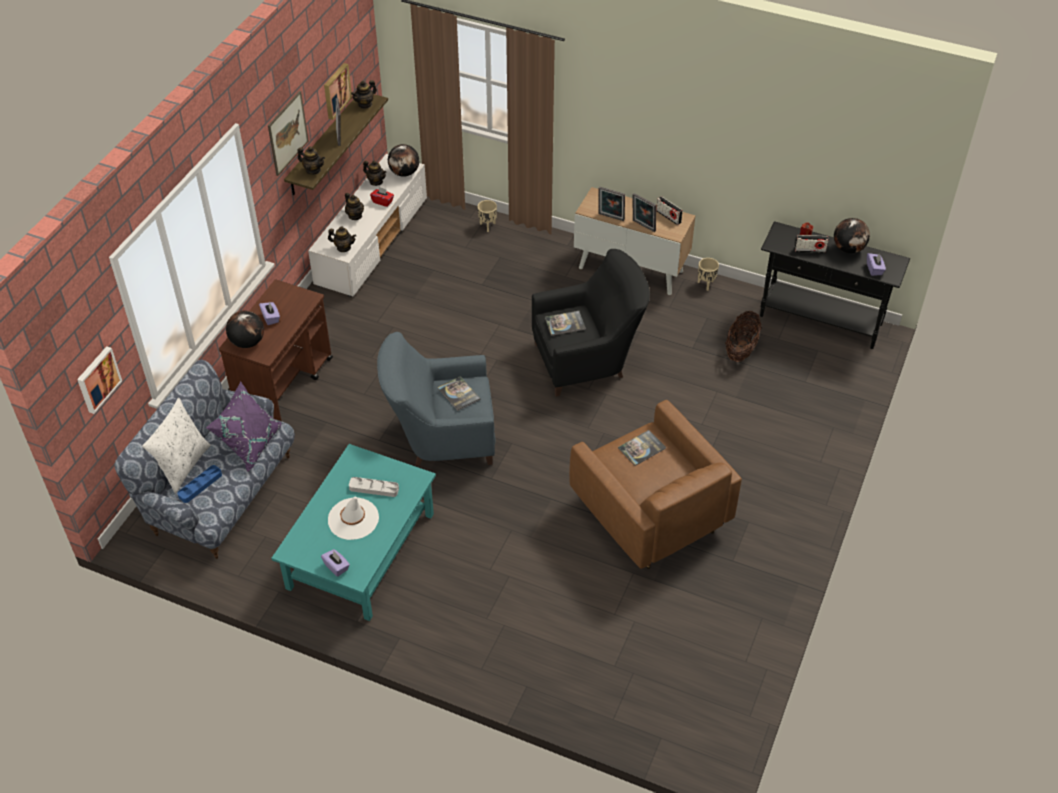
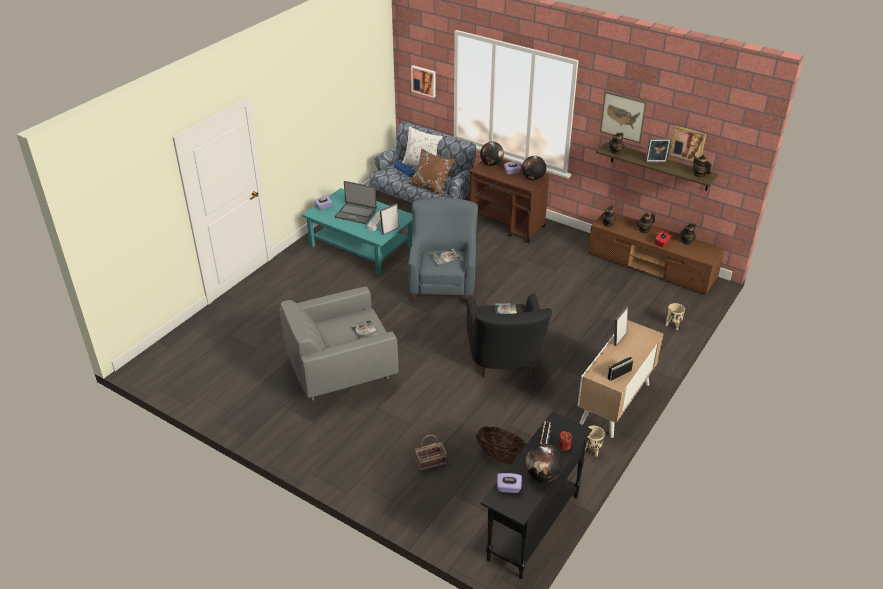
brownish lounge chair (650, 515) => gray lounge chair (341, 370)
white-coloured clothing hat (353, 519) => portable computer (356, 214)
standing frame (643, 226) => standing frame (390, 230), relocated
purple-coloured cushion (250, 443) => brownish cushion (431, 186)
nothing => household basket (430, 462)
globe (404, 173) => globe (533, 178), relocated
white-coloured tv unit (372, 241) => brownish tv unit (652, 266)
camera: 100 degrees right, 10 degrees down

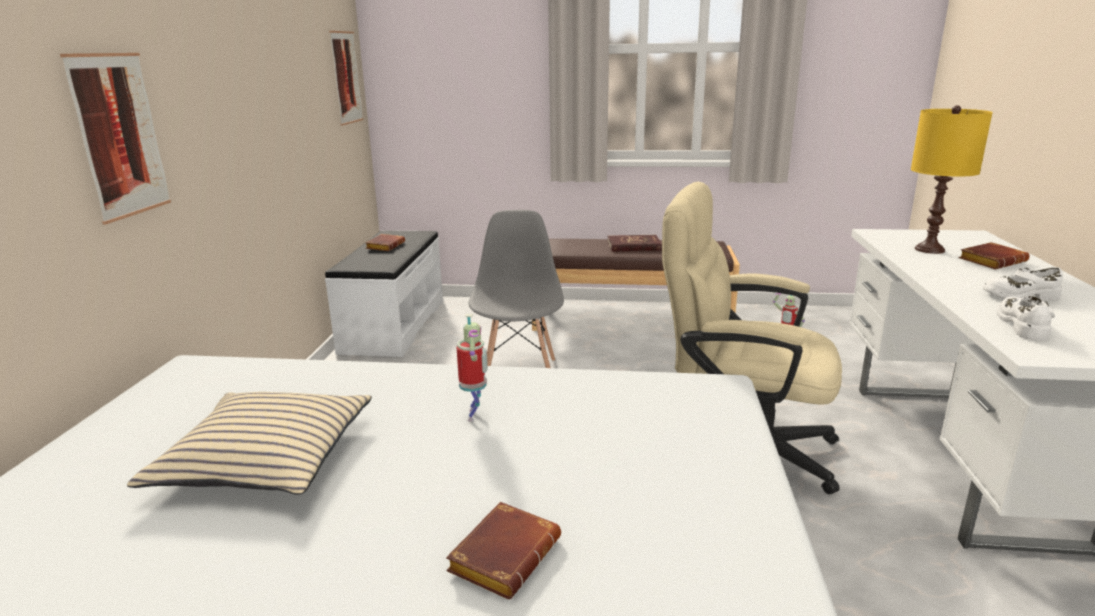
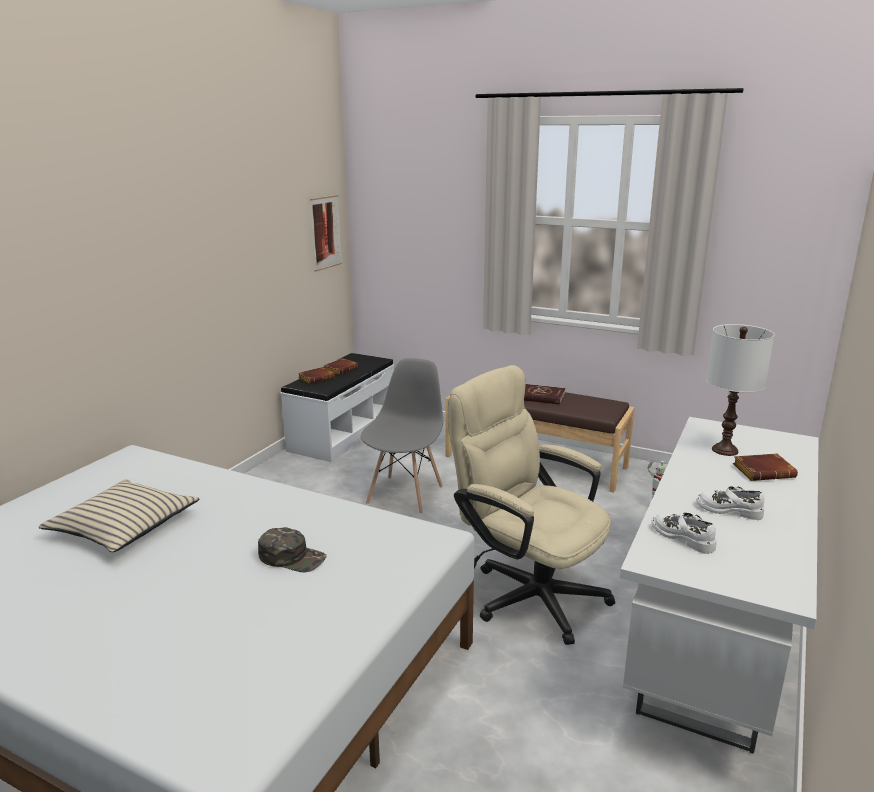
nothing => green cap (292, 557)
brownish volume (504, 554) => brownish volume (316, 378), relocated
white-coloured item of footwear (1023, 325) => white-coloured item of footwear (683, 537), 75 degrees counterclockwise
yellow-coloured tabletop lamp (930, 249) => white-coloured tabletop lamp (725, 450)
picture (119, 136) => nothing
robot figure (475, 415) => nothing
camera: 20 degrees right, 0 degrees up

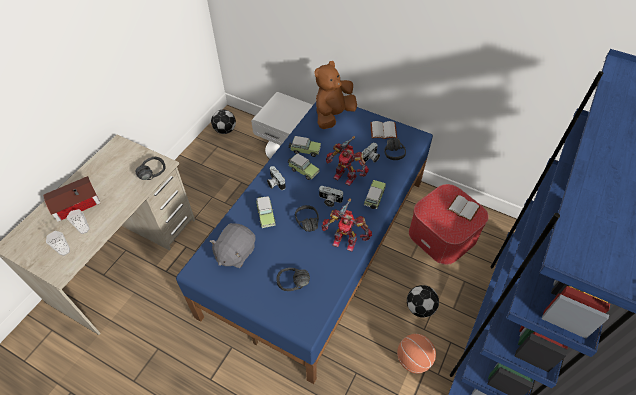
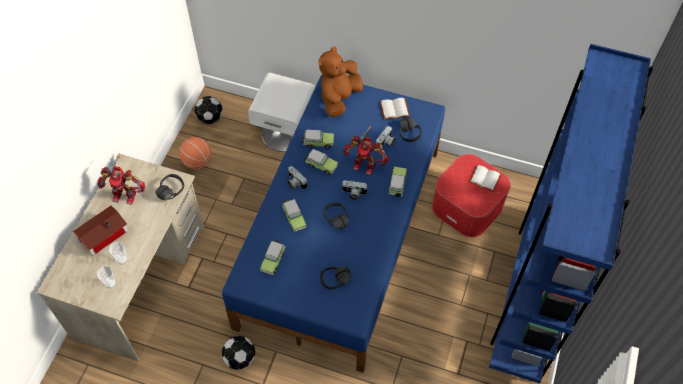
robot figure (345, 240) => robot figure (125, 194), relocated
basketball (413, 359) => basketball (197, 161), relocated
football (420, 307) => football (240, 358), relocated
gray cuddly toy (235, 253) => miniature car (273, 260)
camera: 10 degrees left, 5 degrees up

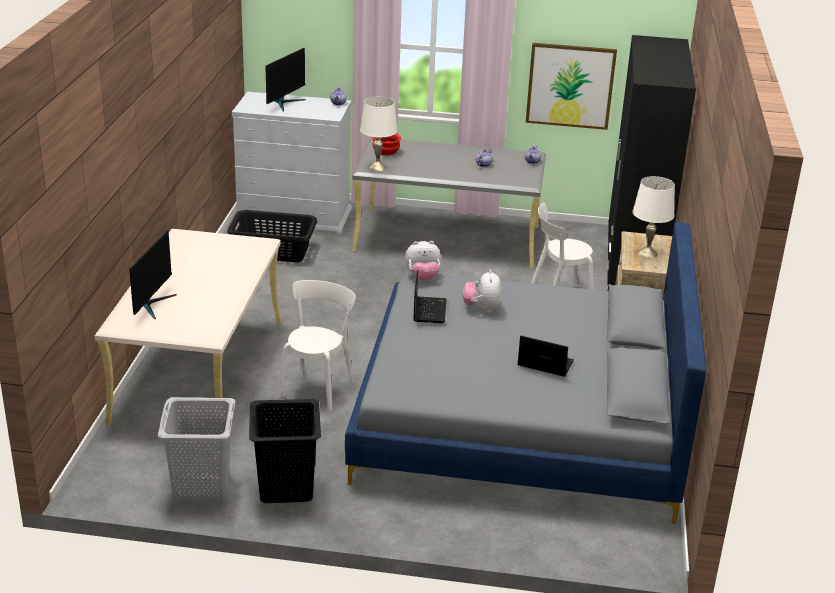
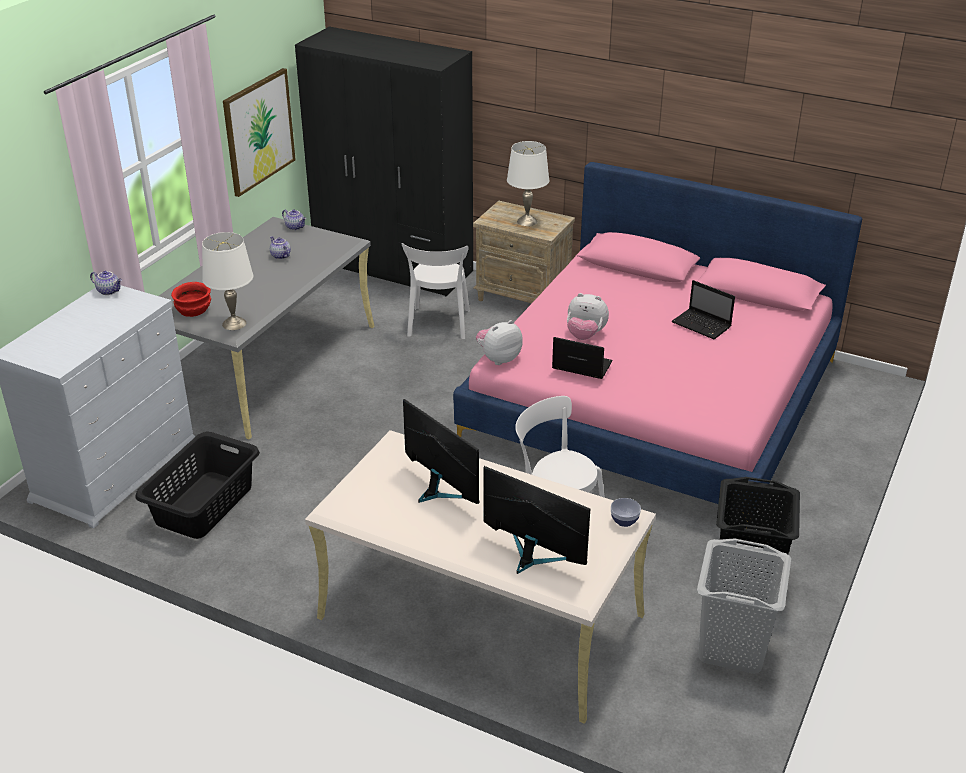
computer screen (285, 103) => computer screen (439, 490), relocated
gray bed (520, 416) => pinkish bed (654, 400)
cuddly toy (422, 278) => cuddly toy (498, 358), 135 degrees counterclockwise
nothing => deep dish (624, 521)
portable computer (544, 364) => portable computer (702, 325), 90 degrees counterclockwise
camera: 70 degrees left, 5 degrees up

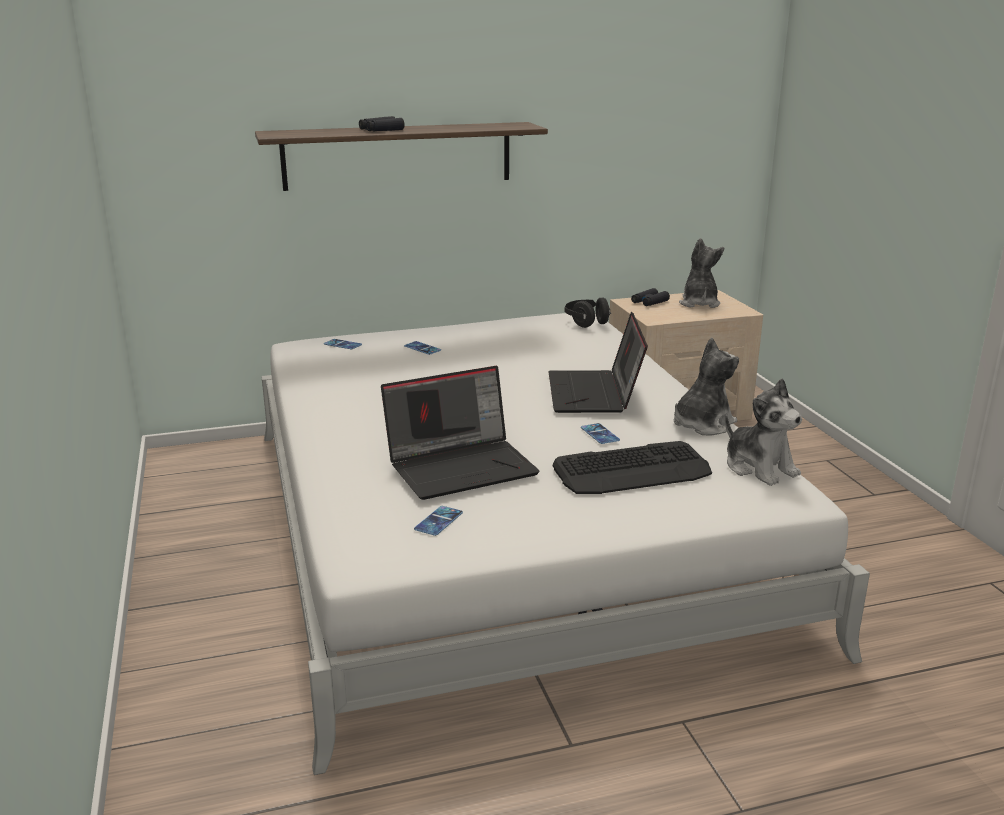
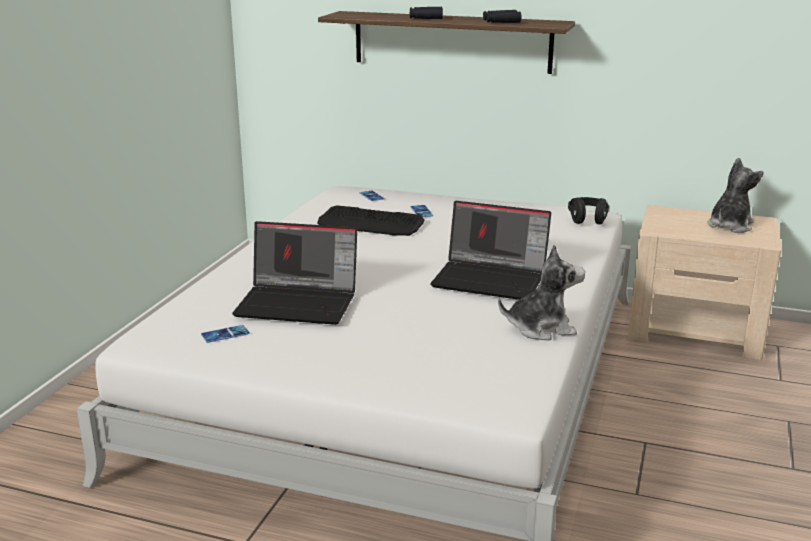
computer keyboard (632, 470) => computer keyboard (370, 223), relocated
portable computer (595, 394) => portable computer (491, 279), 105 degrees counterclockwise
black pair of binoculars (649, 302) => black pair of binoculars (501, 21), relocated
telephone (600, 434) => nothing
cuddly toy (759, 467) => nothing
camera: 35 degrees right, 0 degrees up

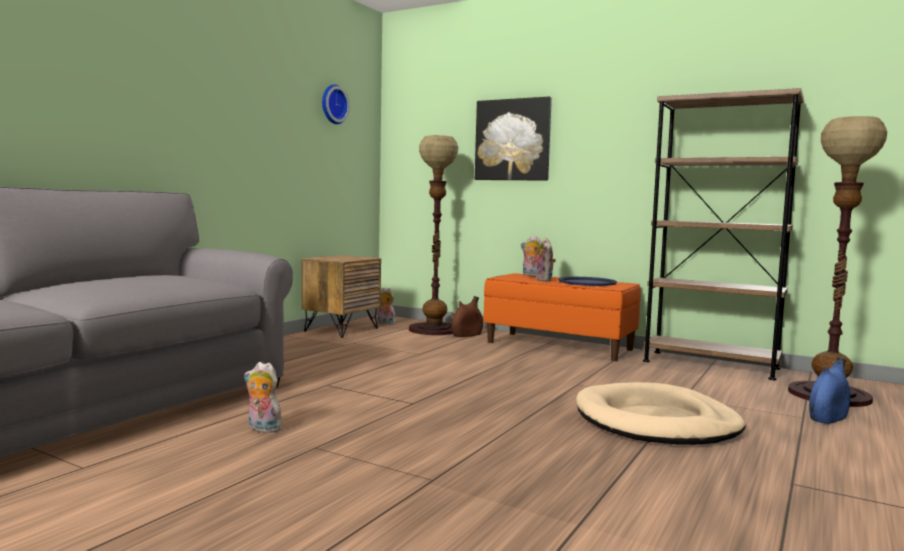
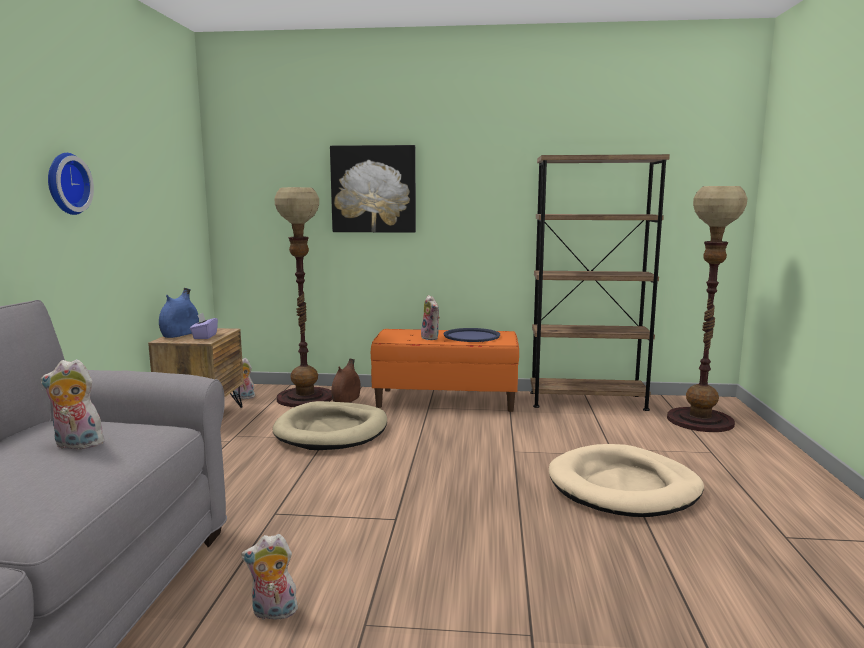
cuddly toy (531, 275) => cuddly toy (76, 445), relocated
clock on the wall (332, 104) => clock on the wall (65, 184), relocated
bluish decorative vase (828, 418) => bluish decorative vase (180, 334), relocated
nothing => purple-coloured tissue box (204, 336)
nothing => beige-coloured dog bed (332, 431)
camera: 25 degrees left, 5 degrees up

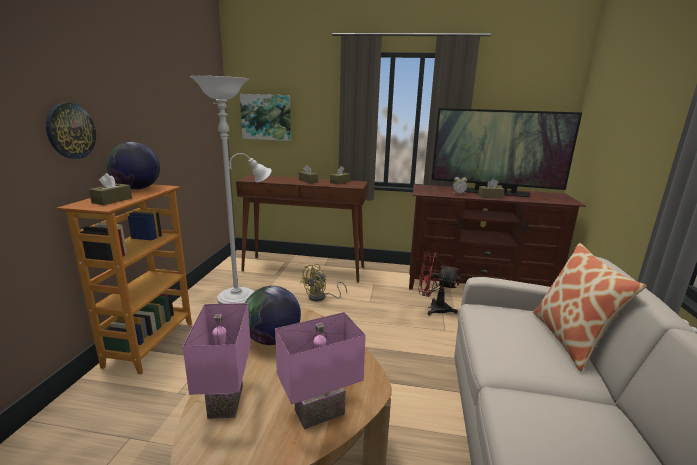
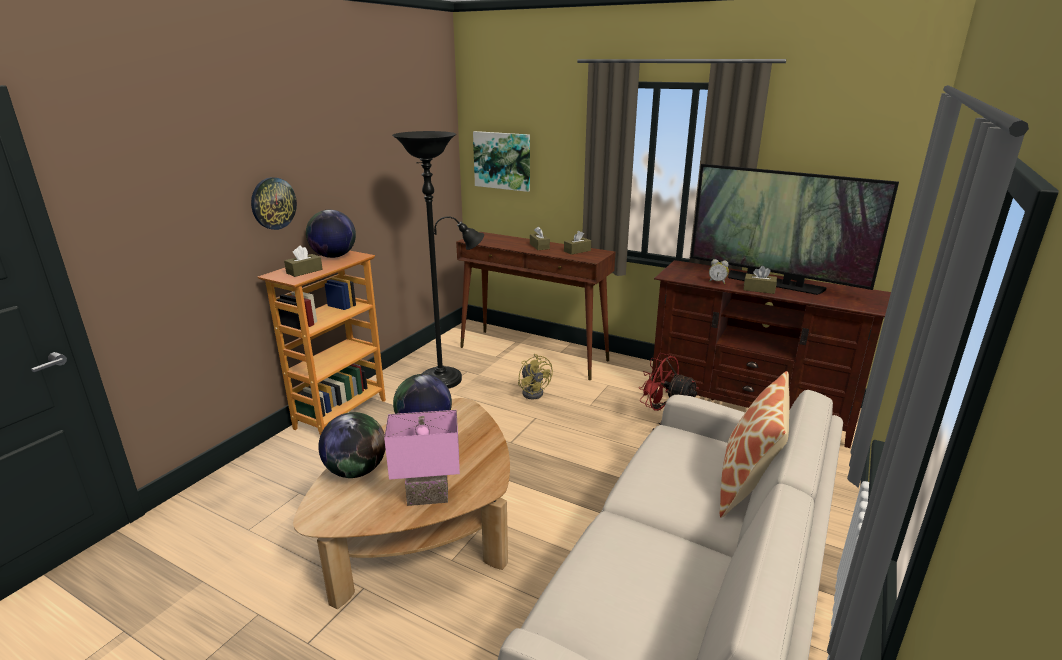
pinkish tabletop lamp (223, 401) => globe (356, 471)
white-coloured standing lamp (241, 297) => black standing lamp (446, 378)
yellow-coloured cooling fan (321, 297) => yellow-coloured cooling fan (534, 392), 90 degrees counterclockwise
camera: 20 degrees right, 5 degrees up

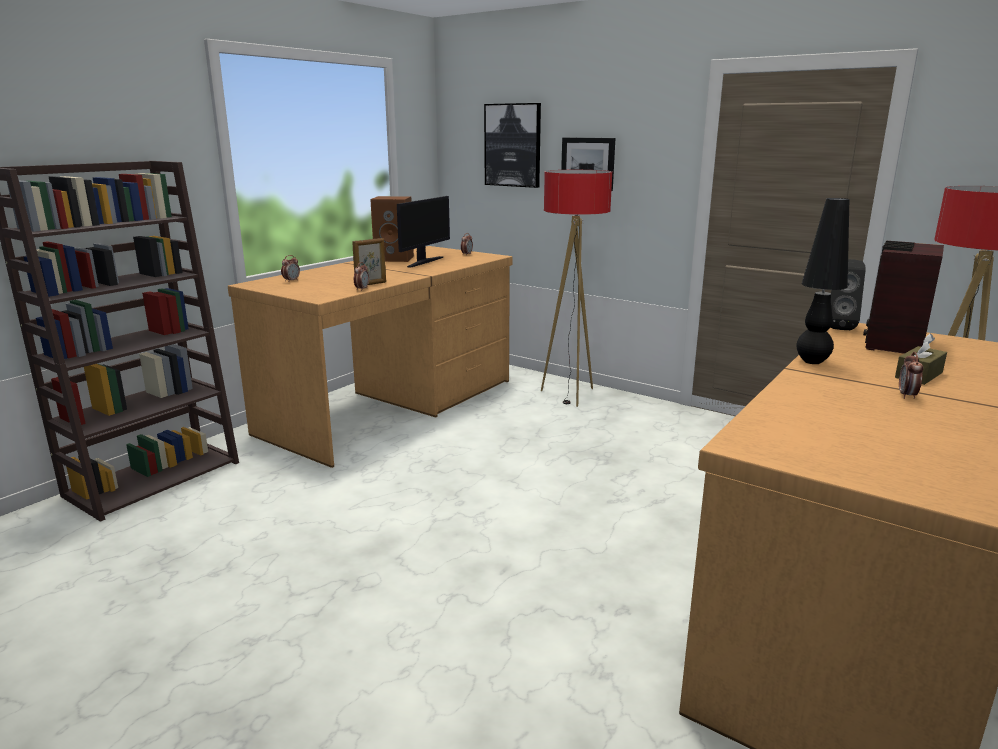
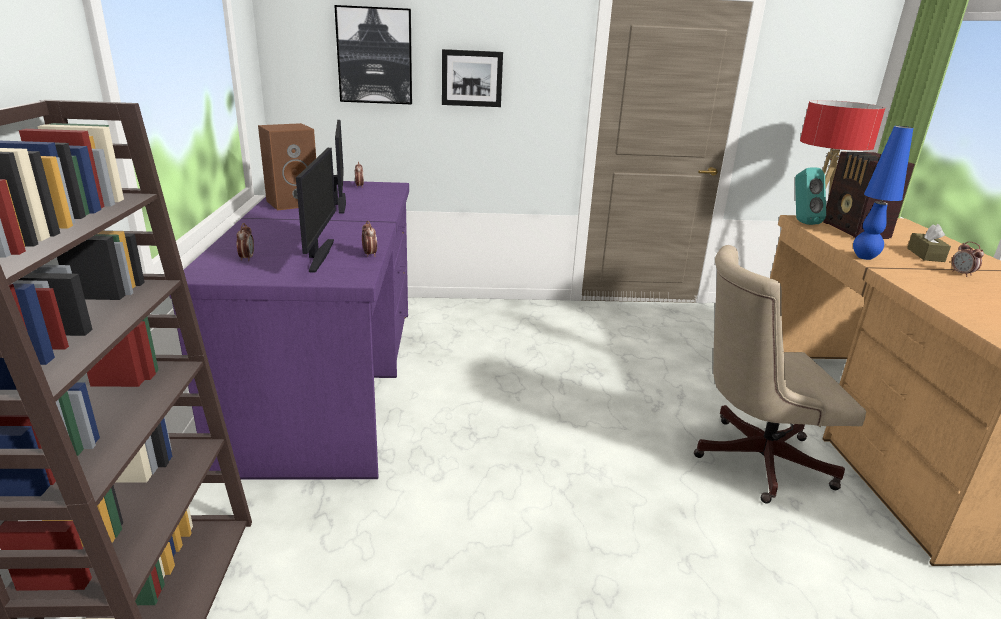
brownish desk table (393, 406) => purple-coloured desk table (332, 379)
nothing => computer screen (319, 255)
nothing => beige-coloured office chair (752, 459)
black loudspeaker (839, 327) => turquoise-coloured loudspeaker (801, 222)
black tabletop lamp (812, 361) => bluish tabletop lamp (864, 257)
standing frame (371, 284) => nothing
standing lamp (570, 395) => nothing
camera: 40 degrees left, 5 degrees up

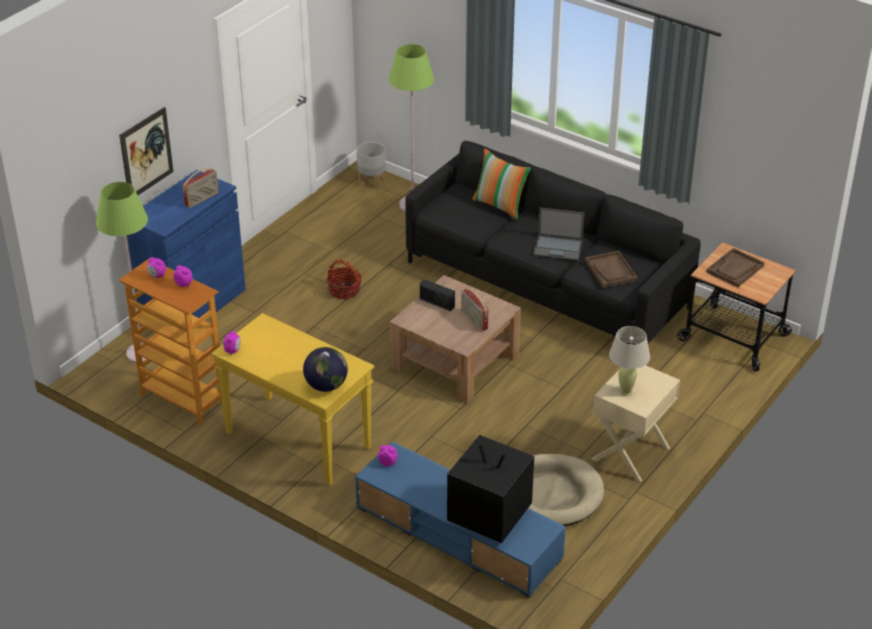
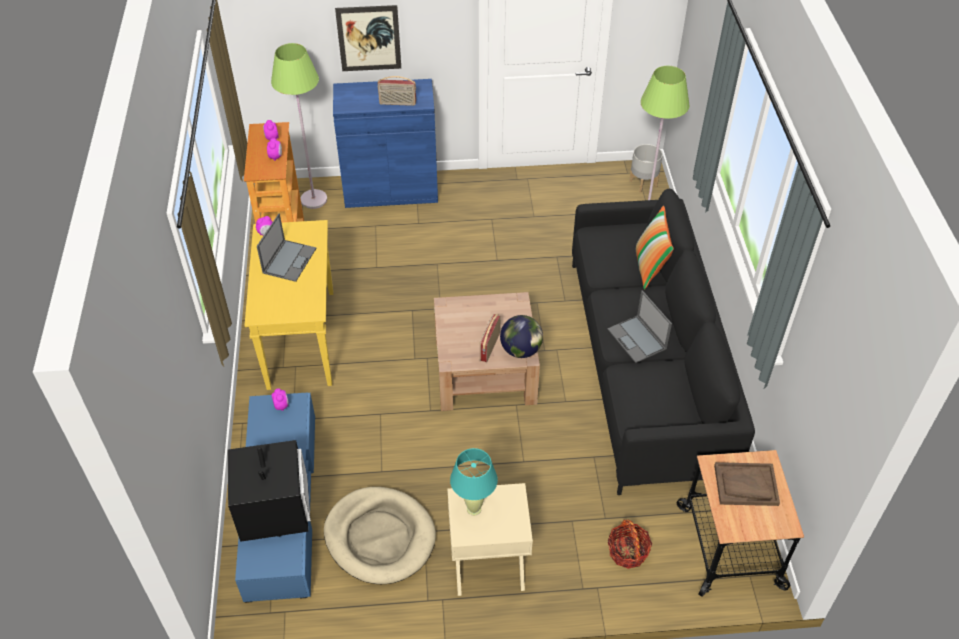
nothing => portable computer (289, 260)
beige-coloured tabletop lamp (626, 392) => turquoise-coloured tabletop lamp (474, 509)
globe (326, 386) => globe (521, 350), relocated
household basket (344, 290) => household basket (627, 552), relocated
radio receiver (437, 303) => nothing
brownish serving tray (610, 271) => nothing
camera: 50 degrees right, 10 degrees up

